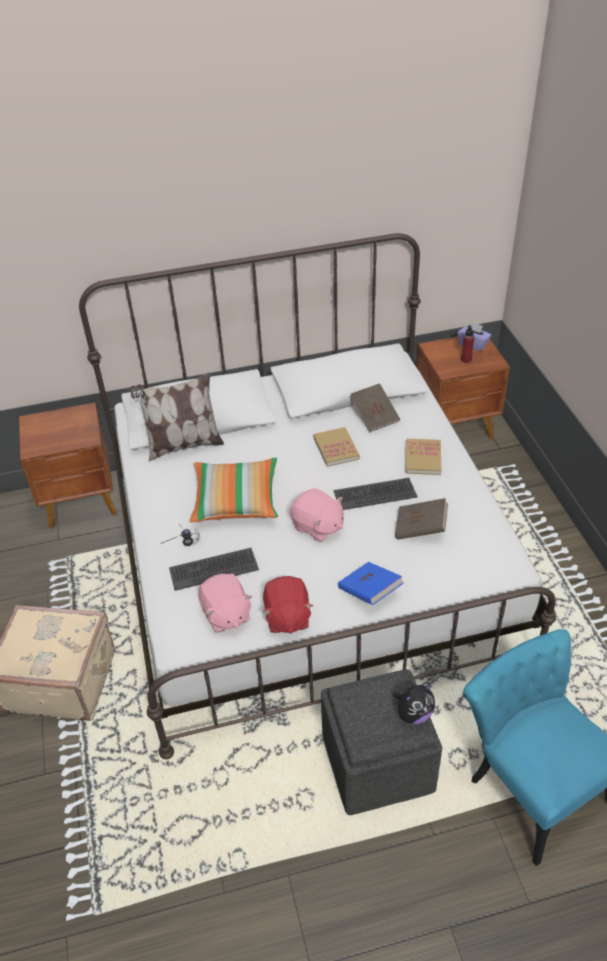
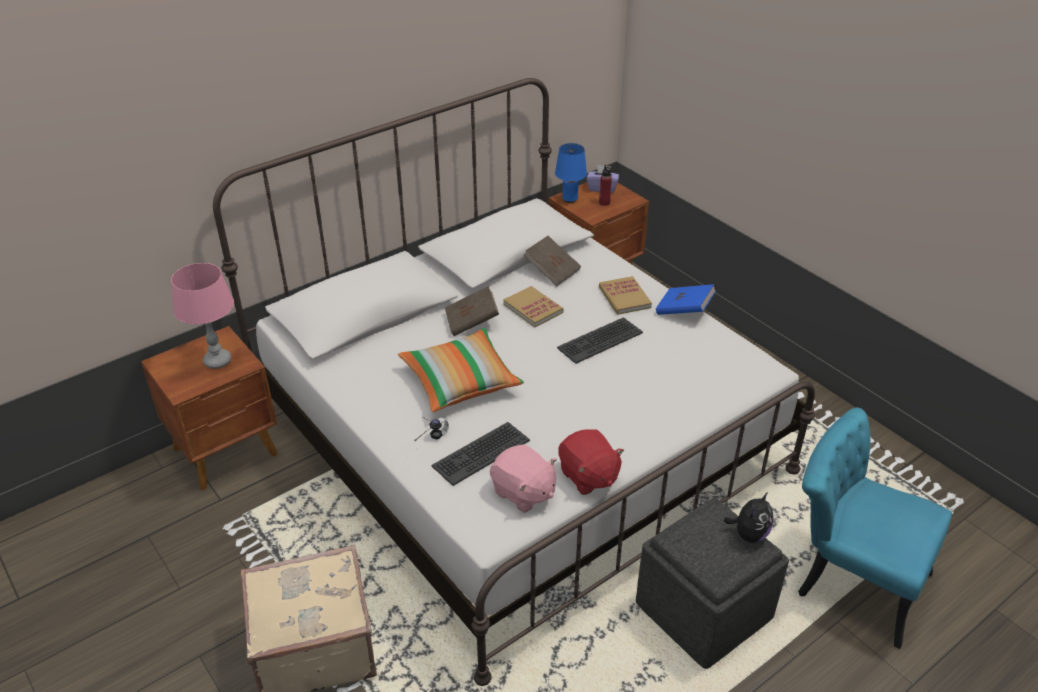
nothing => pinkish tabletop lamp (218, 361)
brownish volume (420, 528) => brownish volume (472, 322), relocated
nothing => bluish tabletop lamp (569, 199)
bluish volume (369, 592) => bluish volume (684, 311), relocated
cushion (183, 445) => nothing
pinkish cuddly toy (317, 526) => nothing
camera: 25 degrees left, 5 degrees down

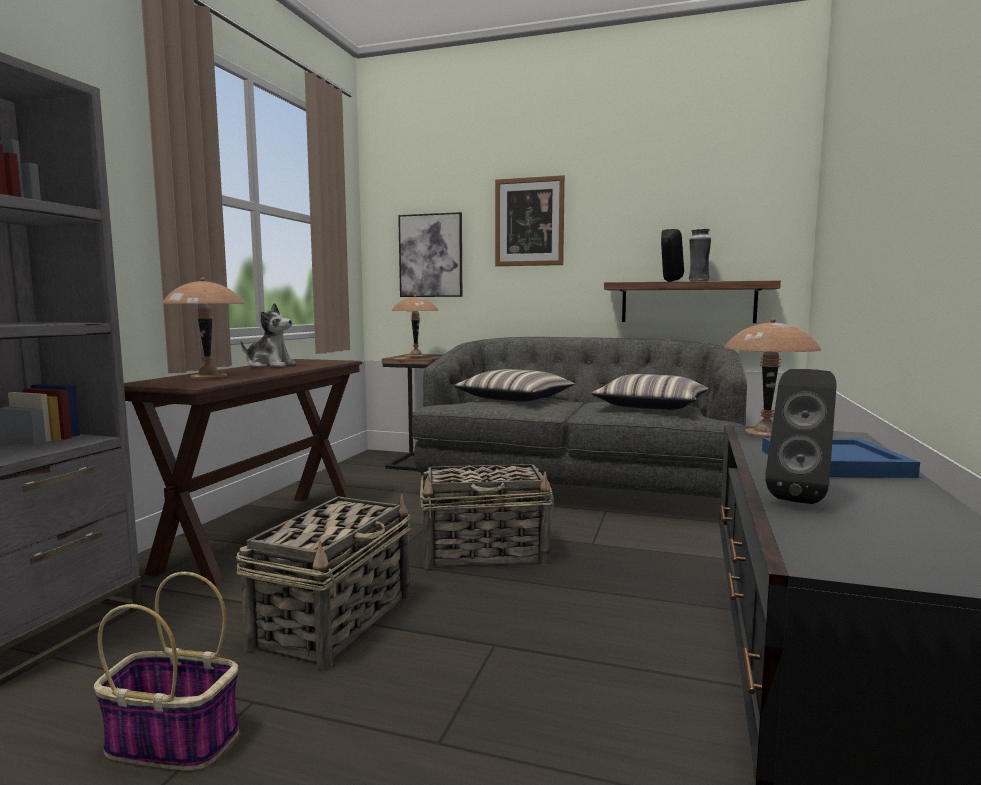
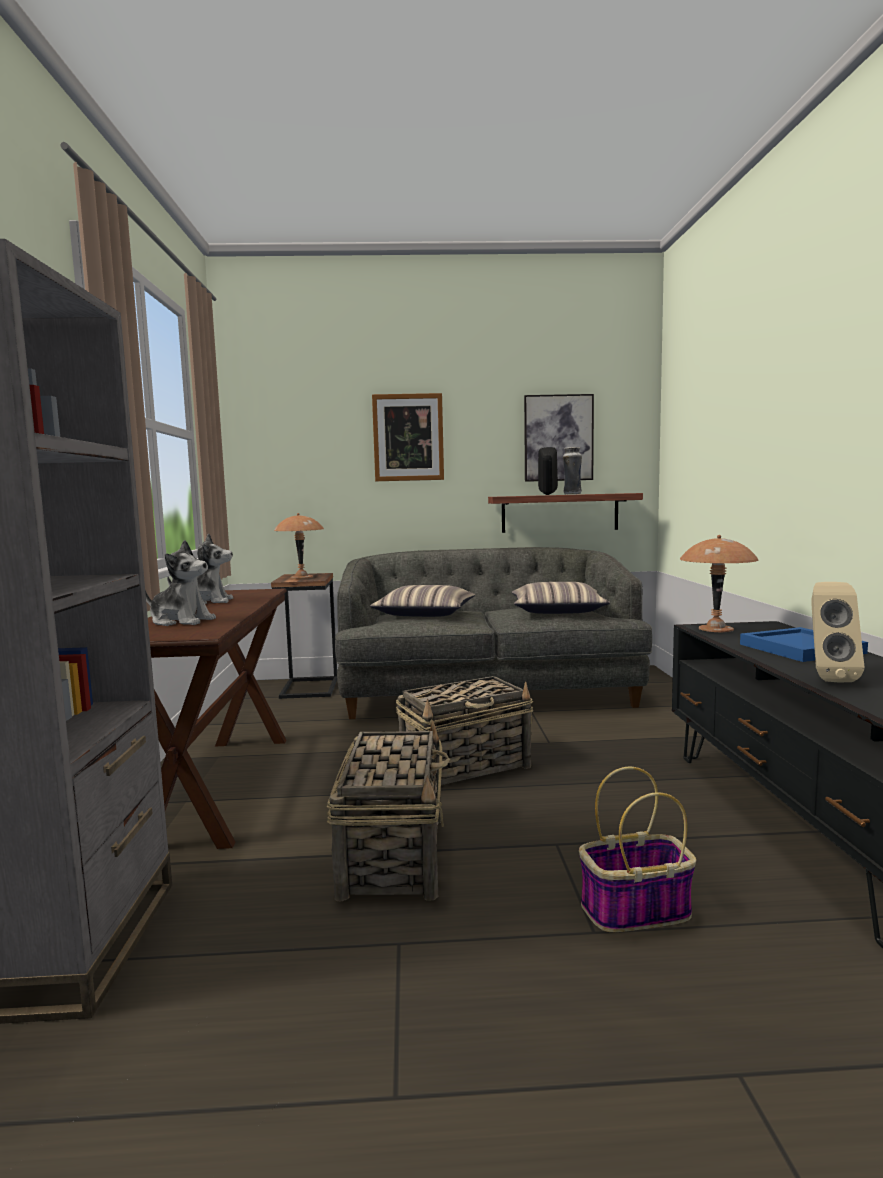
brownish tabletop lamp (209, 376) => cuddly toy (181, 621)
picture (431, 255) => picture (558, 438), relocated
household basket (170, 742) => household basket (634, 911), relocated
black loudspeaker (799, 497) => beige-coloured loudspeaker (827, 678)
camera: 20 degrees left, 0 degrees up

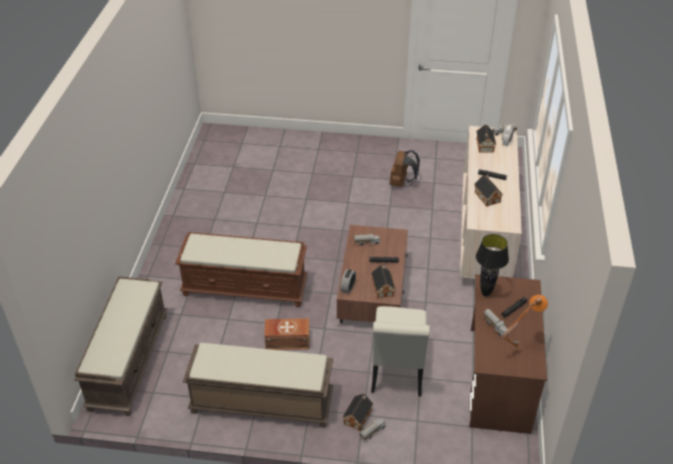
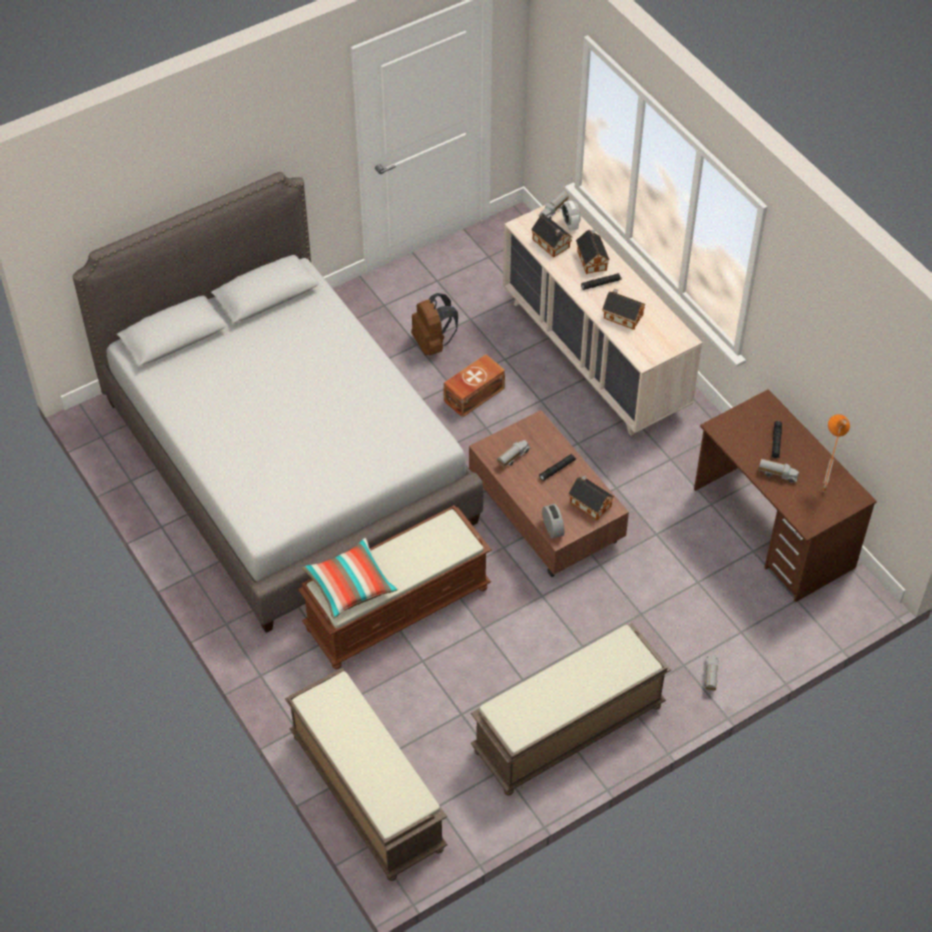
nothing => gray bed (288, 460)
nothing => cushion (350, 585)
brownish storage box (287, 340) => brownish storage box (473, 394), relocated
toy house (358, 416) => toy house (592, 259), relocated
white-coloured upright chair (397, 374) => nothing
black tabletop lamp (485, 293) => nothing
camera: 40 degrees left, 10 degrees up

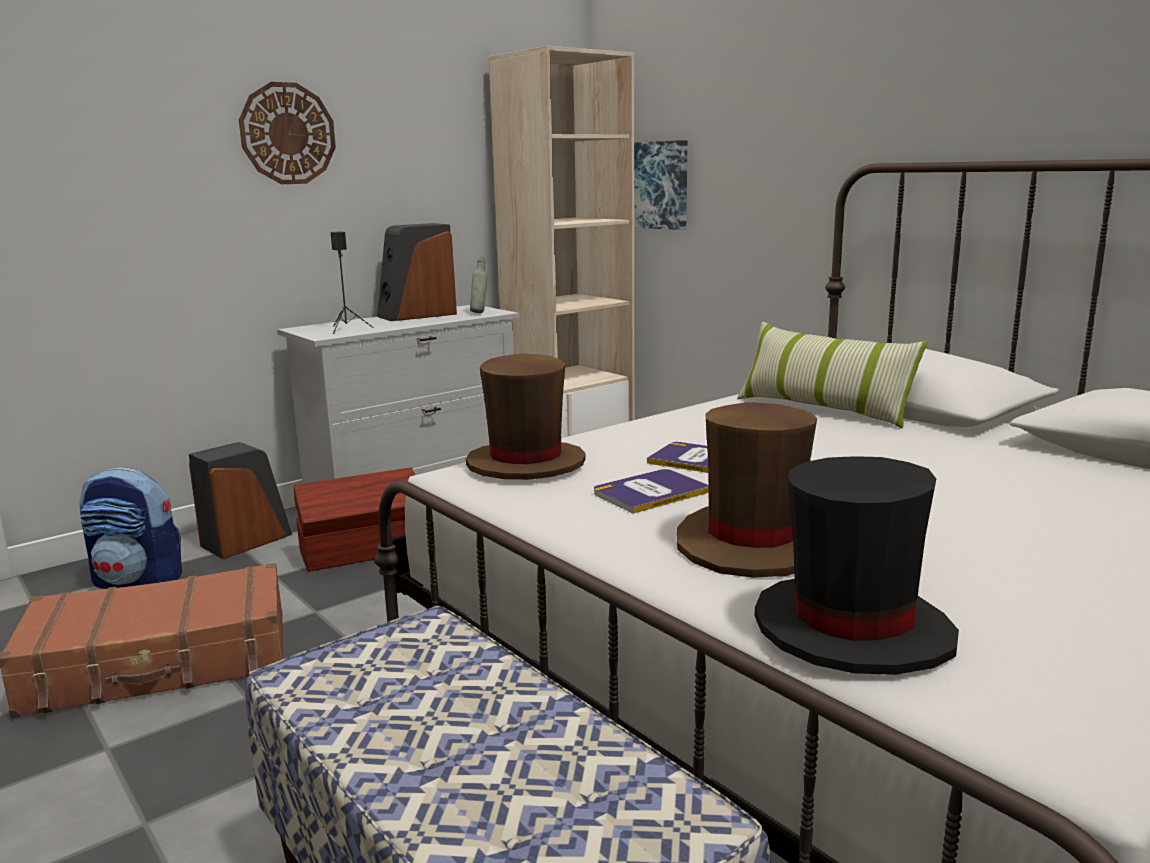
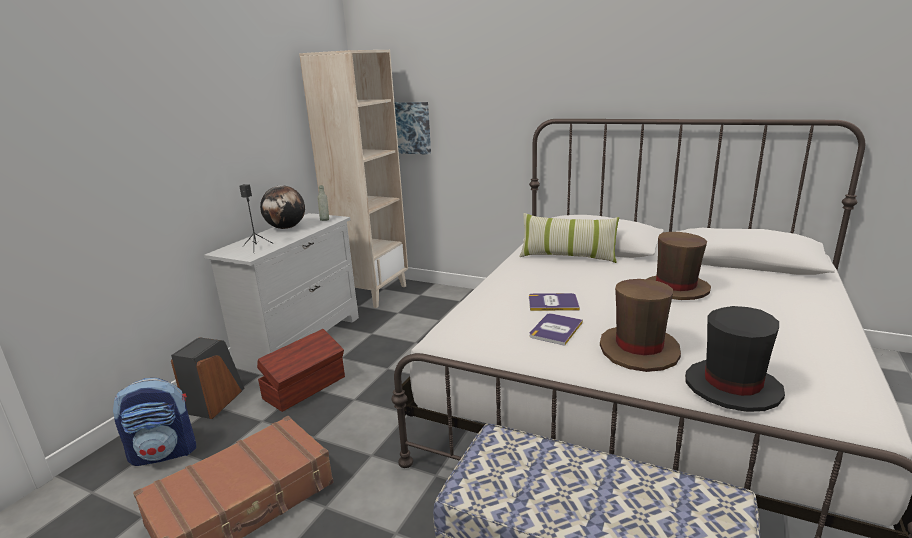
loudspeaker (417, 315) => globe (286, 228)
brownish clothing hat (525, 464) => brownish clothing hat (675, 289), relocated
clock on the wall (288, 134) => nothing
camera: 25 degrees left, 5 degrees up

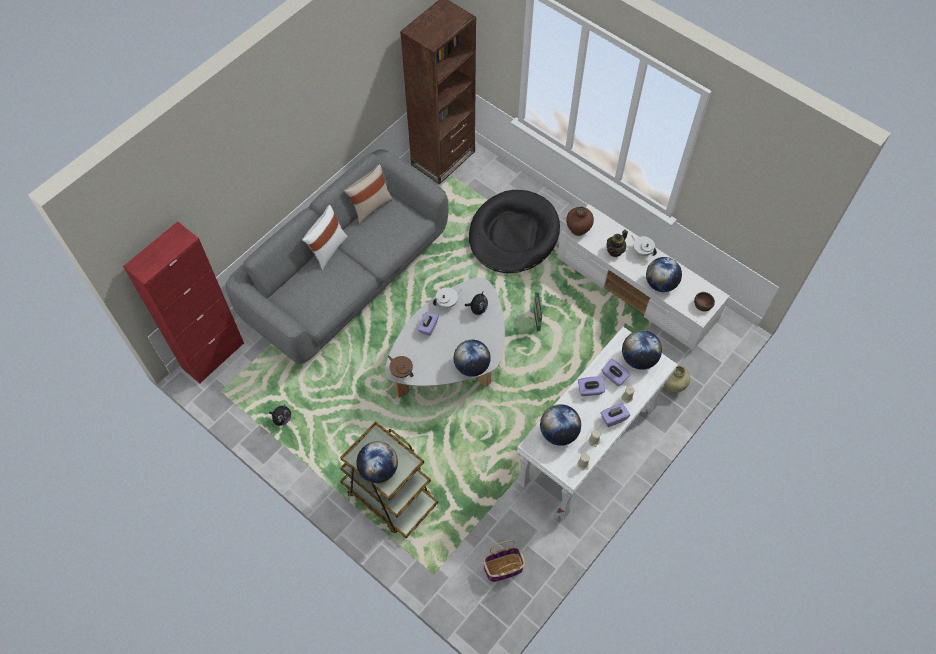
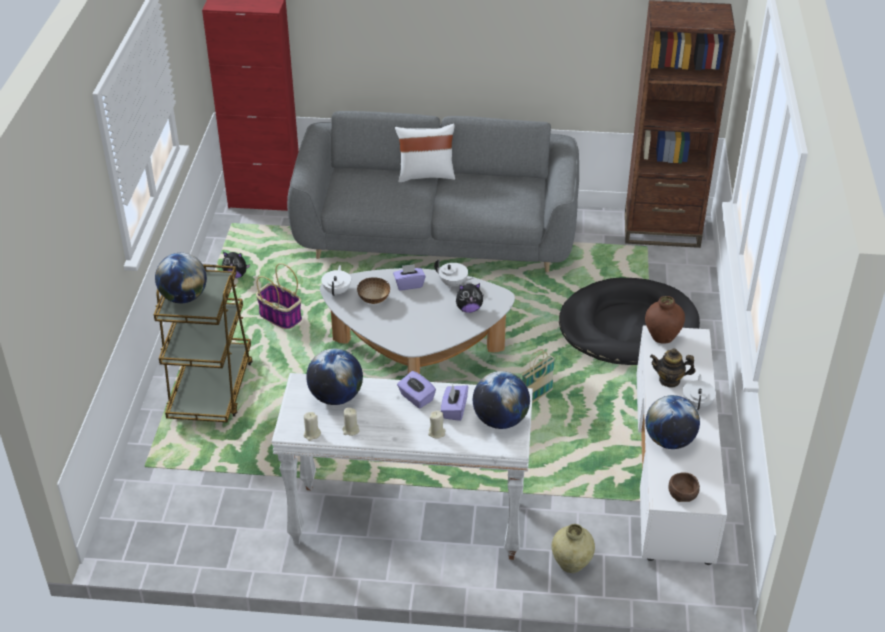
household basket (503, 568) => household basket (279, 316), relocated
brownish pot for tea (401, 371) => white-coloured pot for tea (337, 291)
nothing => deep dish (374, 300)
beige-coloured cushion (370, 207) => nothing
globe (471, 366) => nothing
purple-coloured tissue box (613, 418) => nothing
camera: 55 degrees right, 20 degrees down

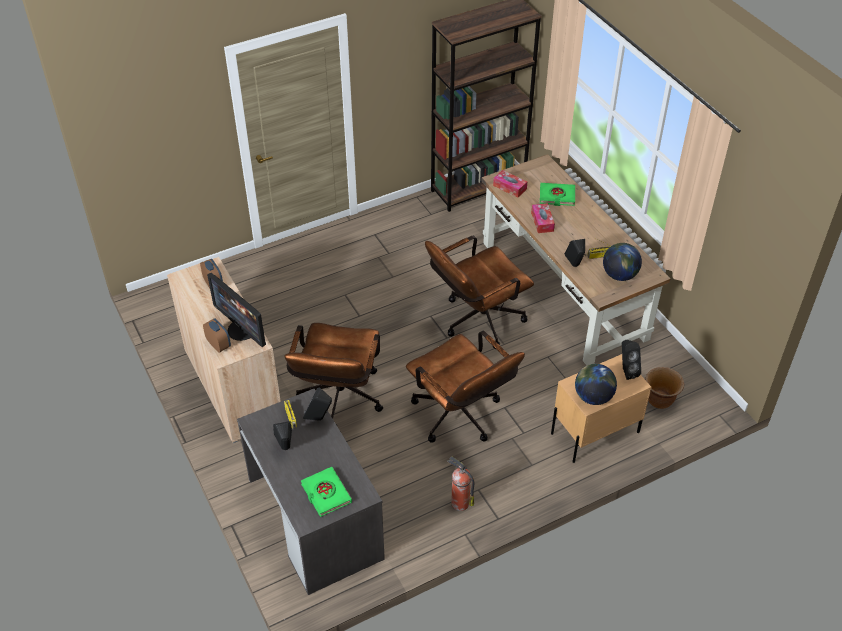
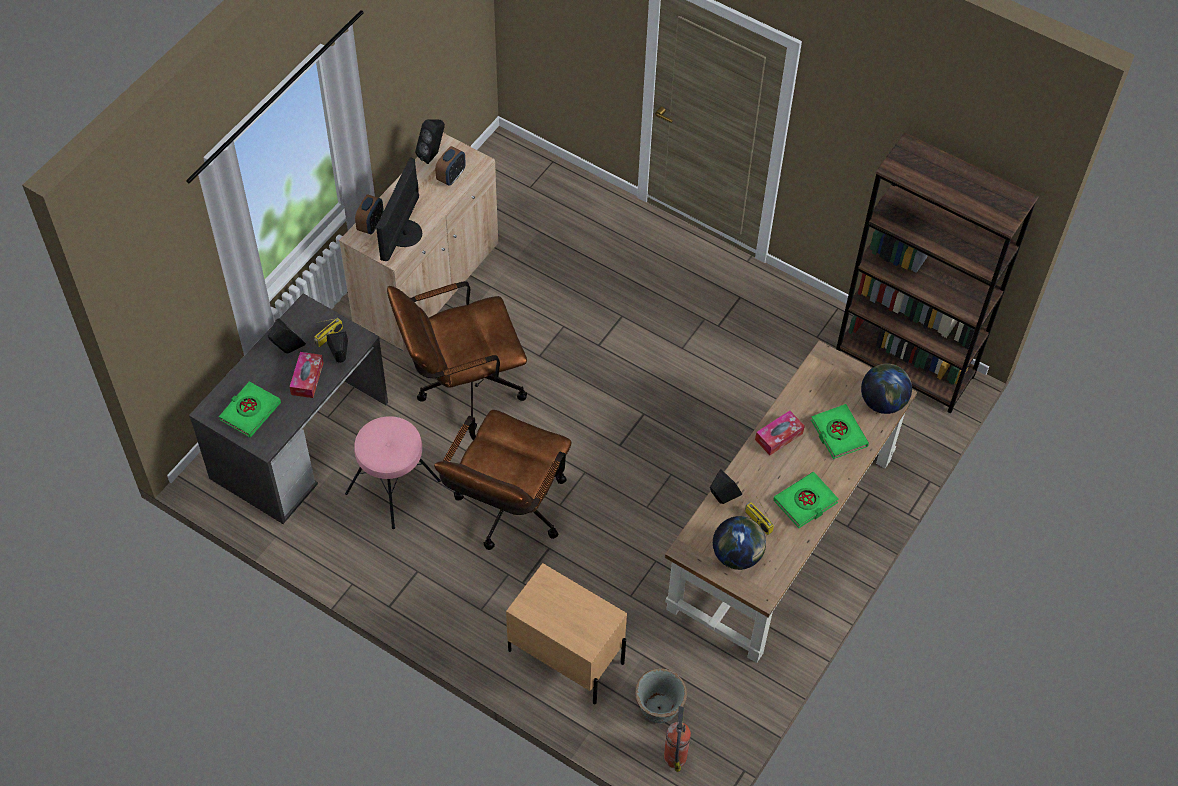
tissue box (509, 187) => tissue box (307, 379), relocated
nothing => pinkish sitting stool (394, 487)
black loudspeaker (626, 371) => black loudspeaker (433, 154), relocated
brownish planter (659, 400) => gray planter (659, 709)
fire extinguisher (459, 502) => fire extinguisher (675, 755), relocated
nothing => green volume (805, 502)
globe (593, 397) => globe (882, 402), relocated
brownish office chair (476, 322) => nothing
camera: 60 degrees right, 10 degrees up

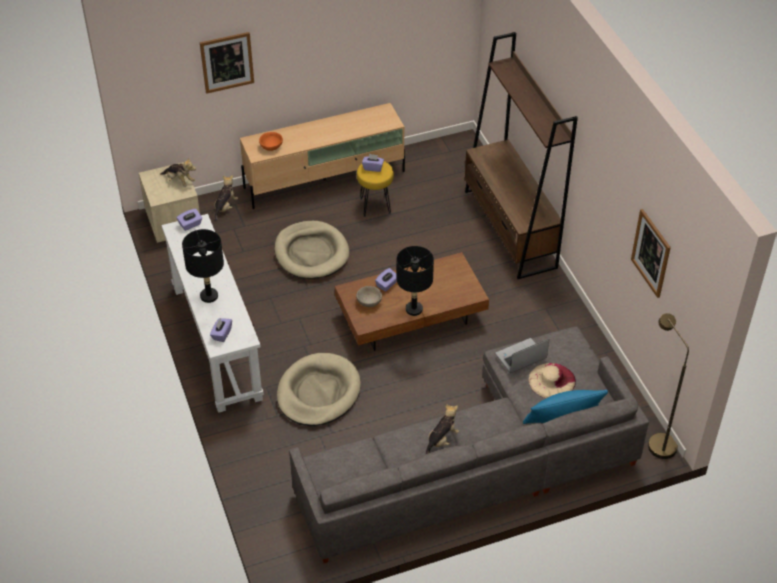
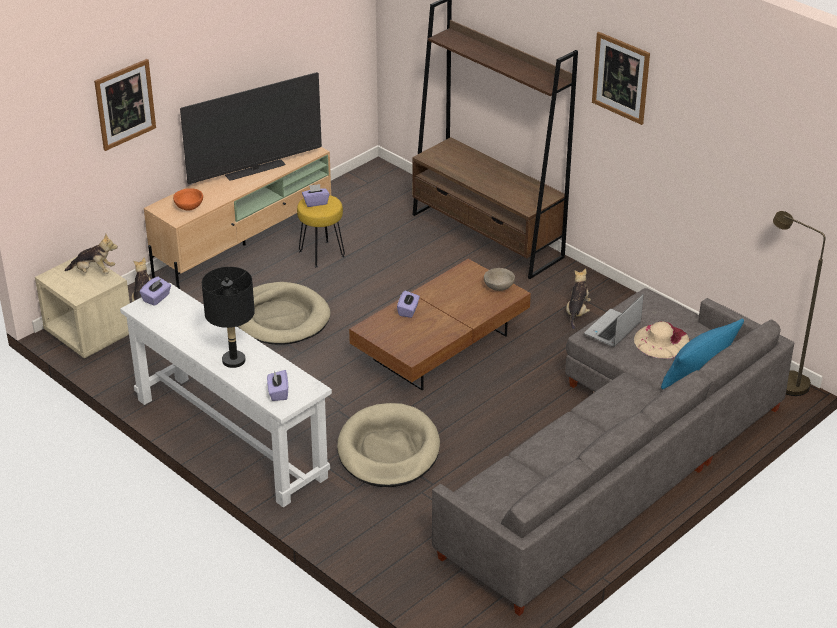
nothing => TV (255, 170)
beige-coloured deep dish (369, 302) => beige-coloured deep dish (499, 287), relocated
cuddly toy (441, 440) => cuddly toy (577, 312), relocated
picture (651, 253) => picture (621, 77), relocated
black tabletop lamp (414, 309) => nothing
camera: 25 degrees left, 10 degrees down

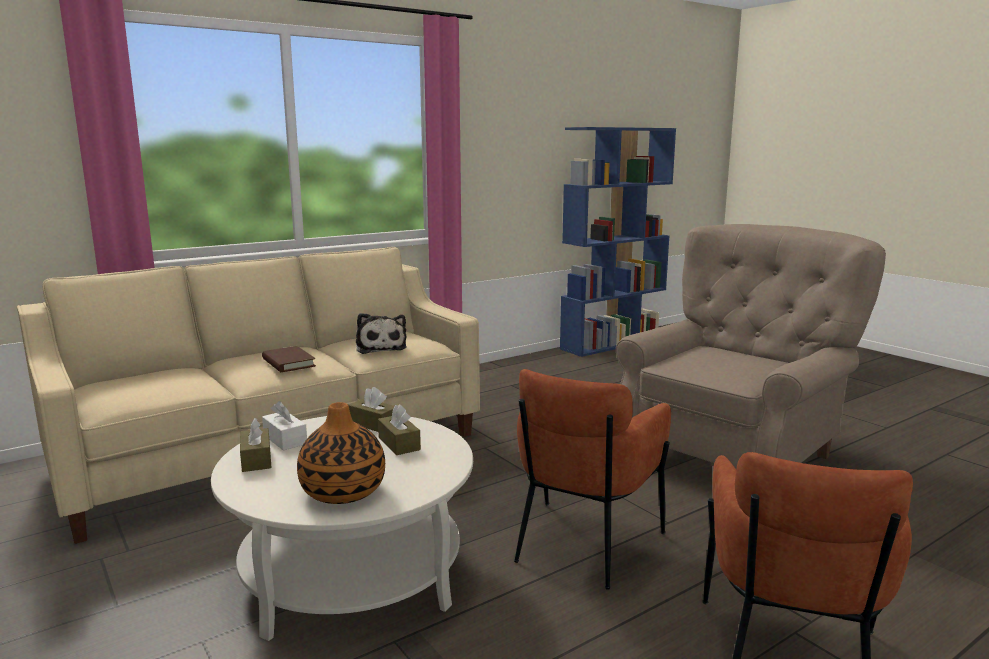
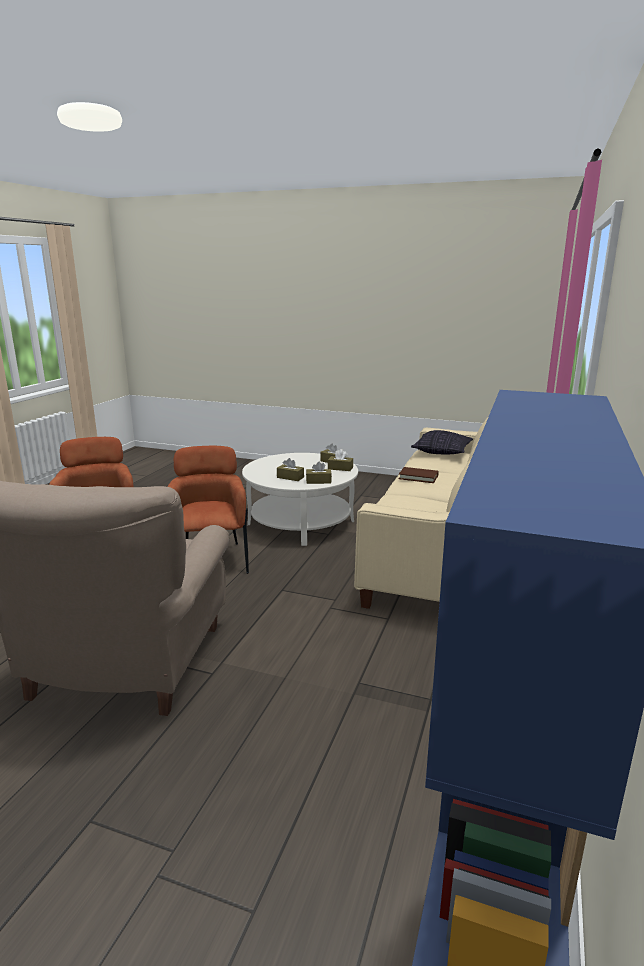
white-coloured tissue box (285, 439) => brownish tissue box (340, 468)
nothing => cushion (442, 452)
decorative vase (343, 492) => nothing
cuddly toy (380, 347) => nothing
camera: 145 degrees right, 5 degrees up

